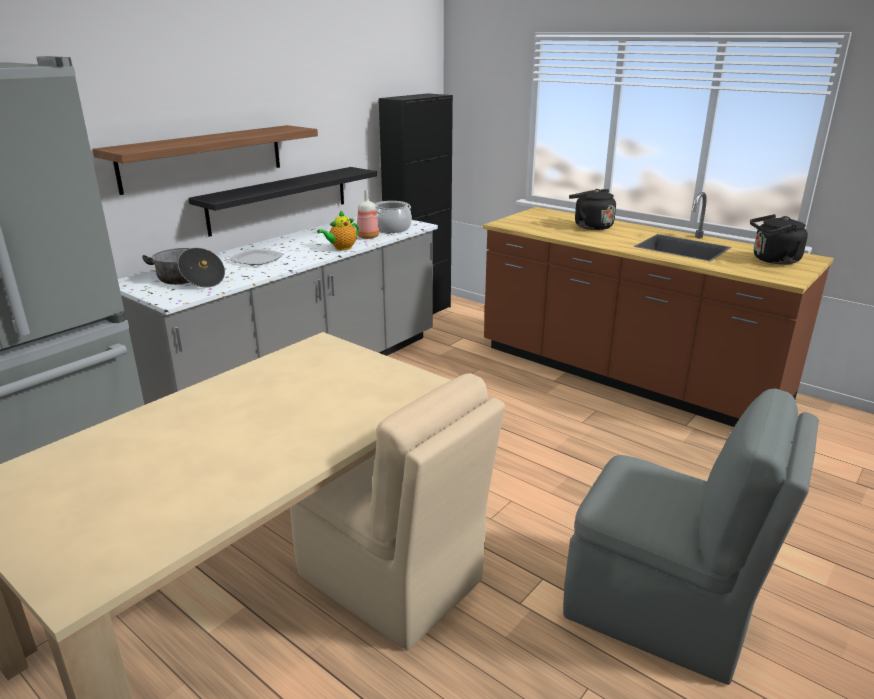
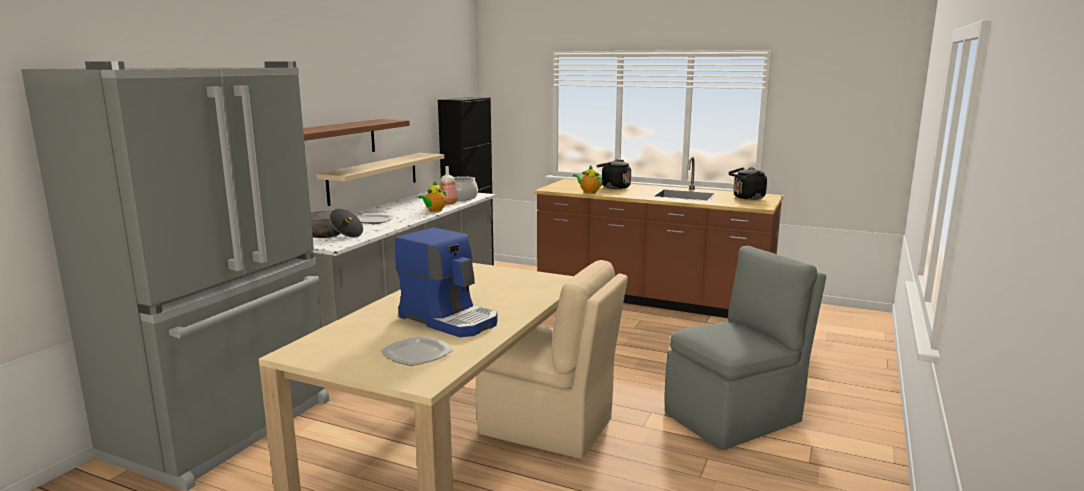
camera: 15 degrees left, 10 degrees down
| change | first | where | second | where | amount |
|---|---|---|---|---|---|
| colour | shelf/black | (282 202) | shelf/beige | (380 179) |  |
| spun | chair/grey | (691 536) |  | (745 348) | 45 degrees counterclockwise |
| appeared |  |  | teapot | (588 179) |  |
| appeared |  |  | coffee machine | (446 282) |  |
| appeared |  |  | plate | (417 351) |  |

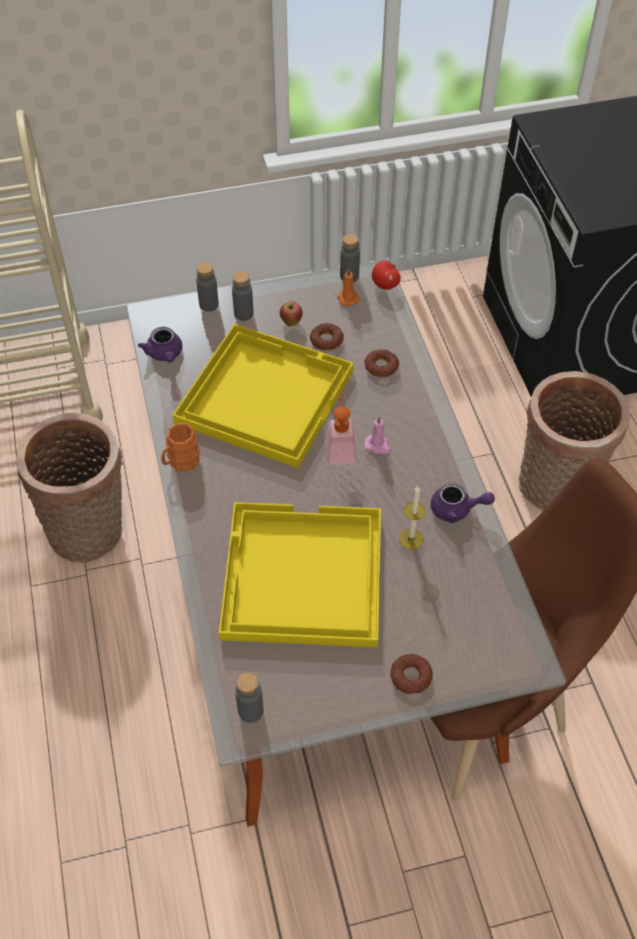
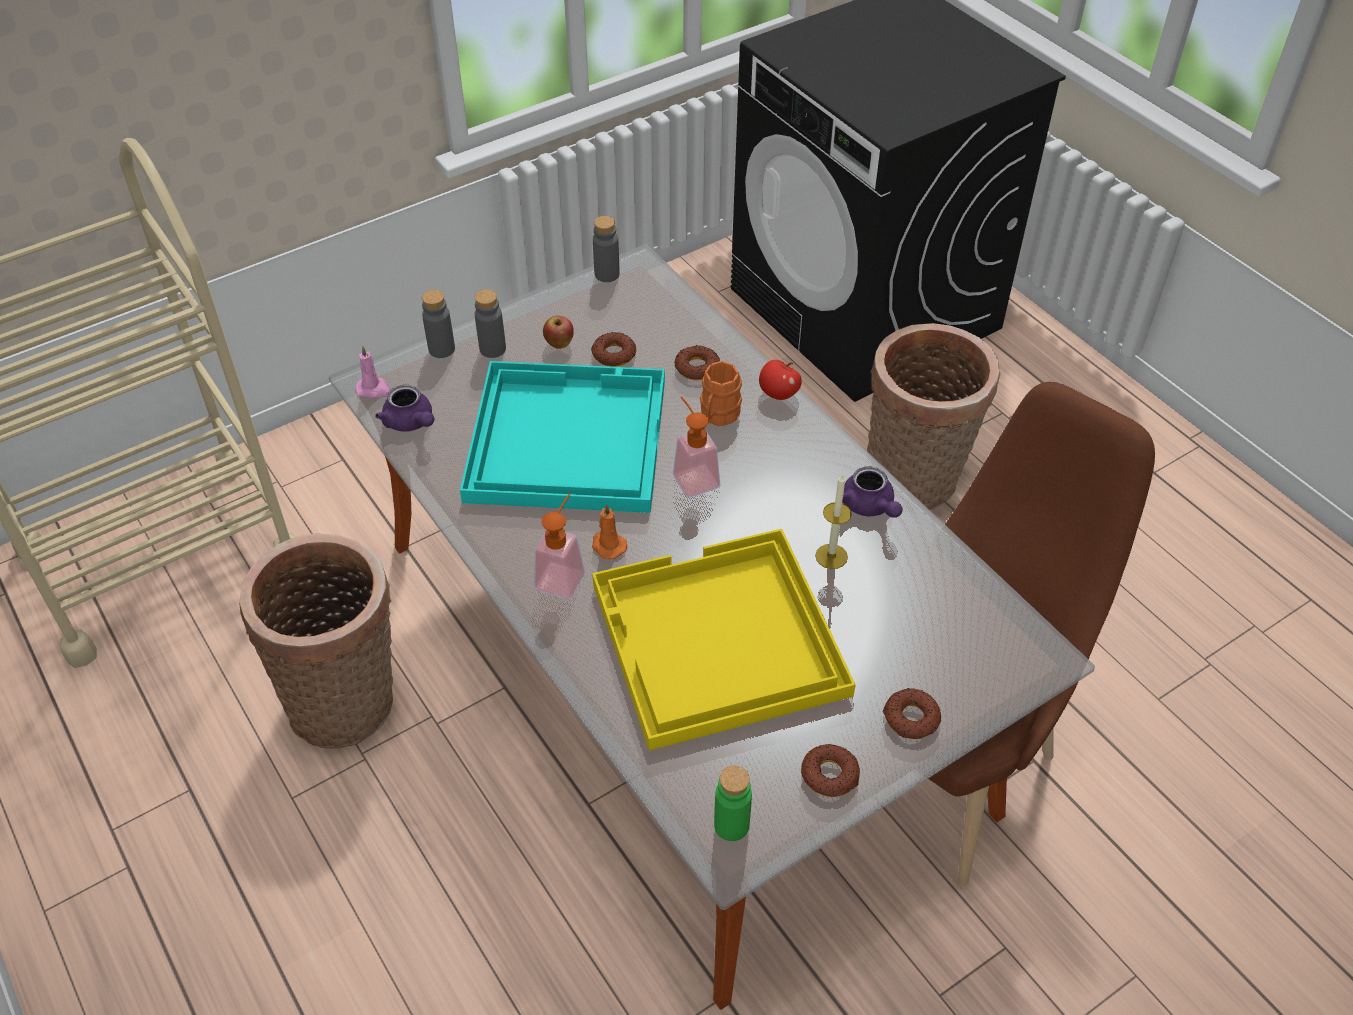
camera: 20 degrees left, 5 degrees down
| change | first | where | second | where | amount |
|---|---|---|---|---|---|
| relocated | apple | (386 275) |  | (780 380) |  |
| relocated | candle/orange | (348 287) |  | (609 531) |  |
| colour | tray/yellow | (262 396) | tray/turquoise | (562 437) |  |
| relocated | candle/pink | (377 435) |  | (373 372) |  |
| relocated | mug/orange | (180 447) |  | (721 393) |  |
| spun | teapot/purple | (463 503) |  | (872 492) | 75 degrees clockwise |
| colour | bottle/grey | (249 698) | bottle/green | (733 803) |  |
| appeared |  |  | soap dispenser | (559 546) |  |
| appeared |  |  | donut | (830 770) |  |

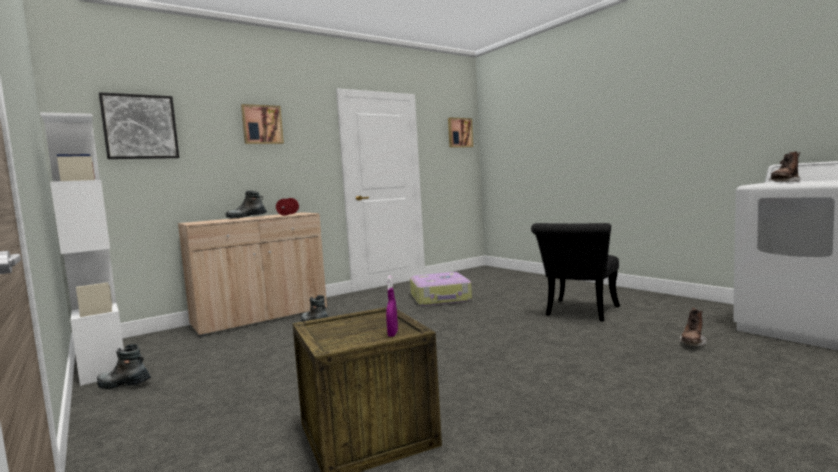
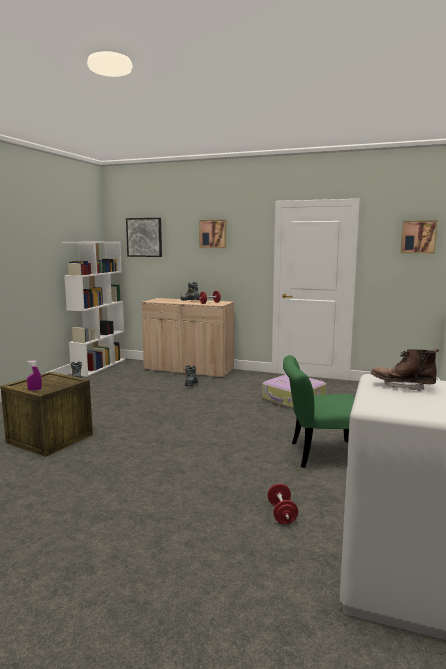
camera: 55 degrees right, 5 degrees up
| change | first | where | second | where | amount |
|---|---|---|---|---|---|
| colour | chair/black | (575 272) | chair/green | (319 411) |  |
| exchanged | boot/brown | (693 327) | dumbbell/red | (282 504) |  |

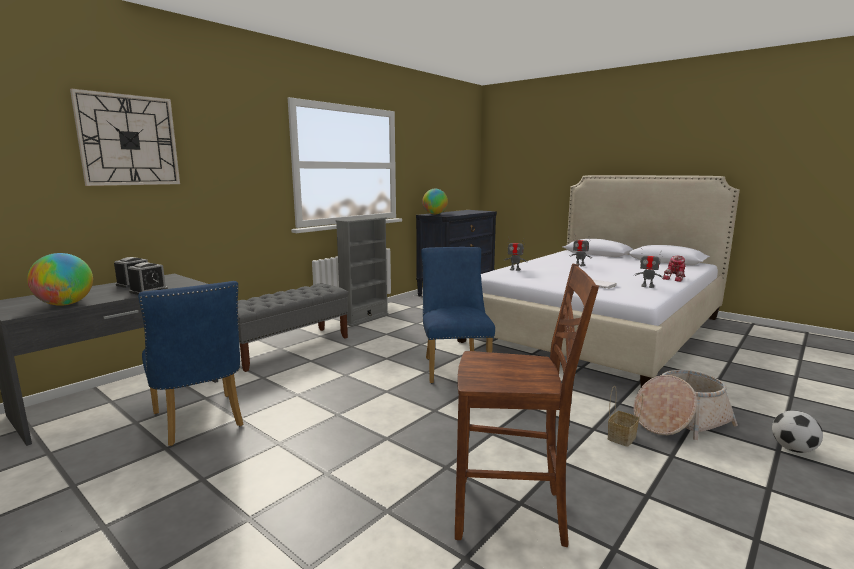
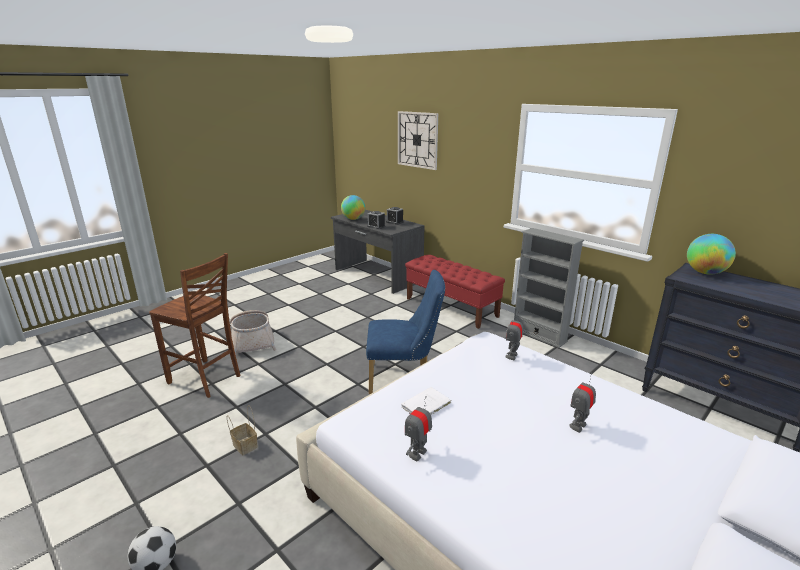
camera: 95 degrees right, 10 degrees up
| change | first | where | second | where | amount |
|---|---|---|---|---|---|
| missing | toy robot | (674 268) |  |  |  |
| spun | chair/brown | (527 405) |  | (194 325) | 75 degrees counterclockwise |
| missing | chair/blue | (190 363) |  |  |  |
| colour | bench/grey | (293 328) | bench/red | (455 292) |  |
| relocated | basket | (685 405) |  | (253 332) |  |

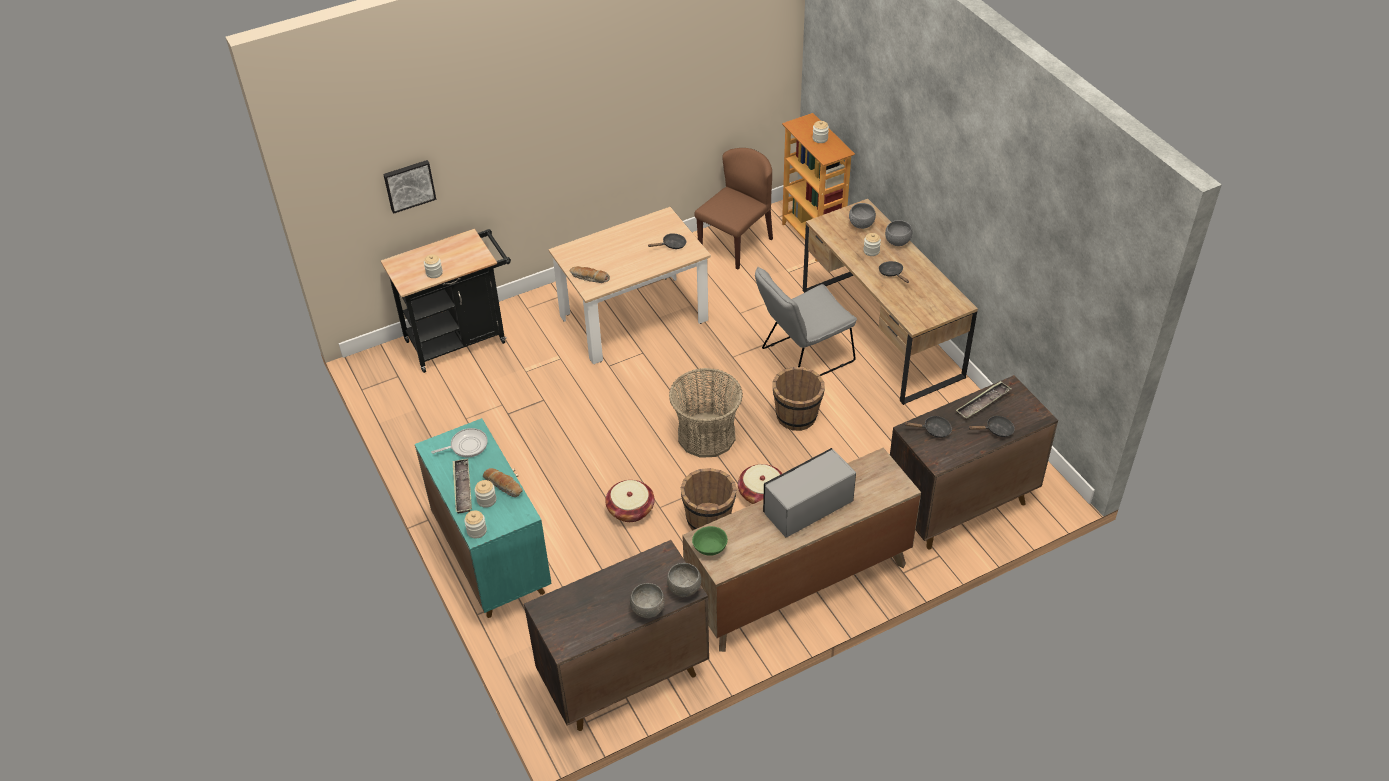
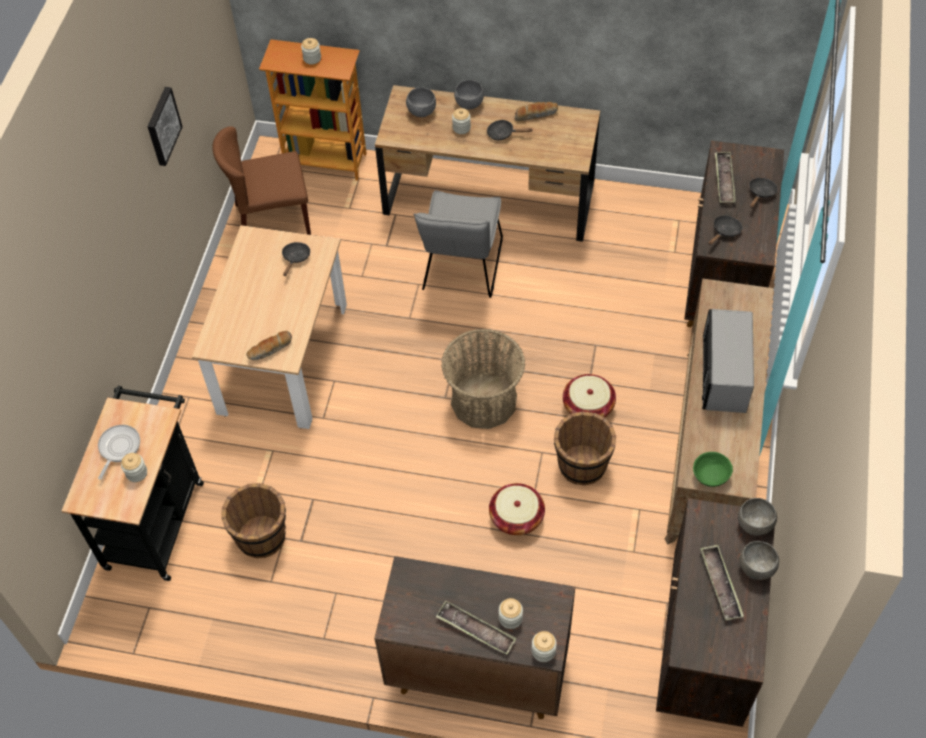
camera: 50 degrees left, 10 degrees up
| change | first | where | second | where | amount |
|---|---|---|---|---|---|
| spun | chair/brown | (733 208) |  | (261 180) | 90 degrees counterclockwise |
| relocated | picture | (409 187) |  | (165 126) |  |
| relocated | bucket/brown | (799 399) |  | (253 520) |  |
| colour | cabinet/turquoise | (483 518) | cabinet/brown | (474 637) |  |
| relocated | frying pan | (459 443) |  | (119 452) |  |
| relocated | bread | (503 482) |  | (536 111) |  |
| appeared |  |  | tray | (722 582) |  |

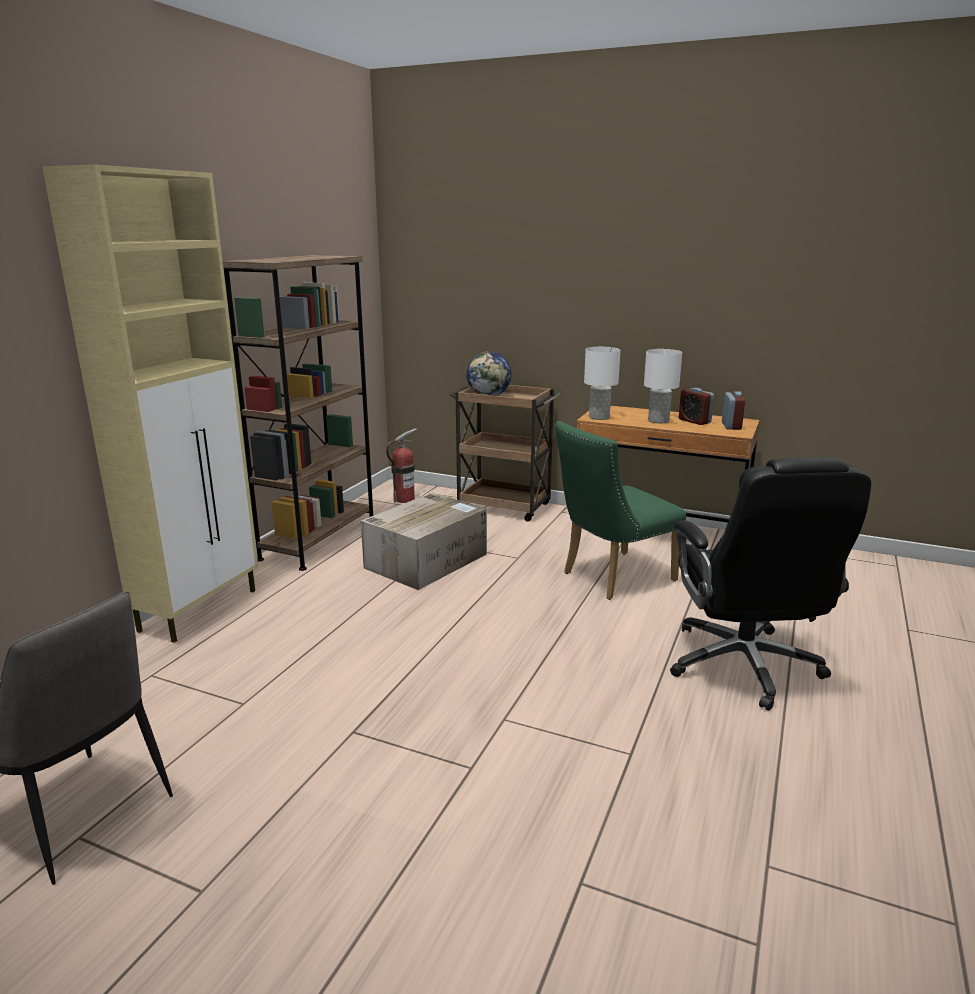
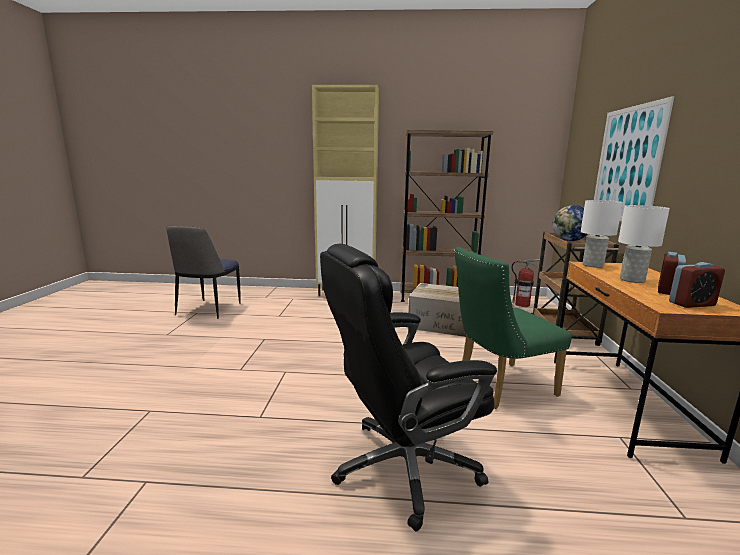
camera: 70 degrees right, 5 degrees down
| change | first | where | second | where | amount |
|---|---|---|---|---|---|
| spun | chair/green | (620 510) |  | (513 328) | 60 degrees counterclockwise |
| appeared |  |  | picture | (634 158) |  |

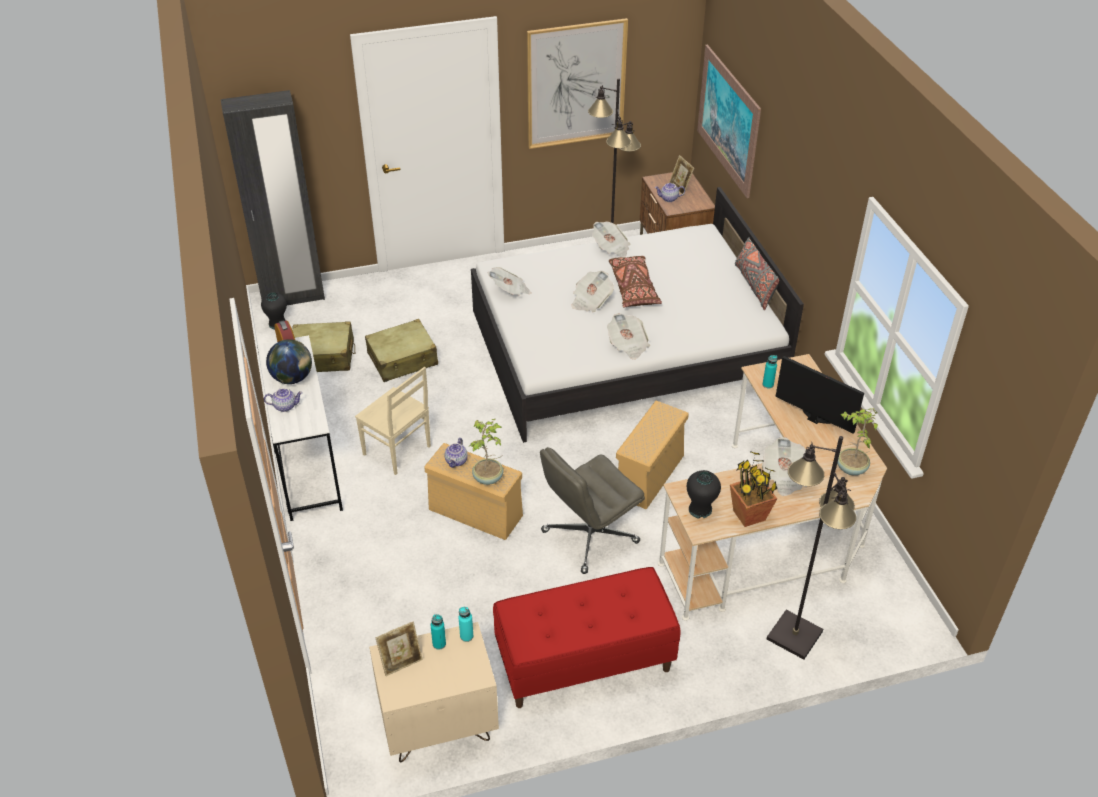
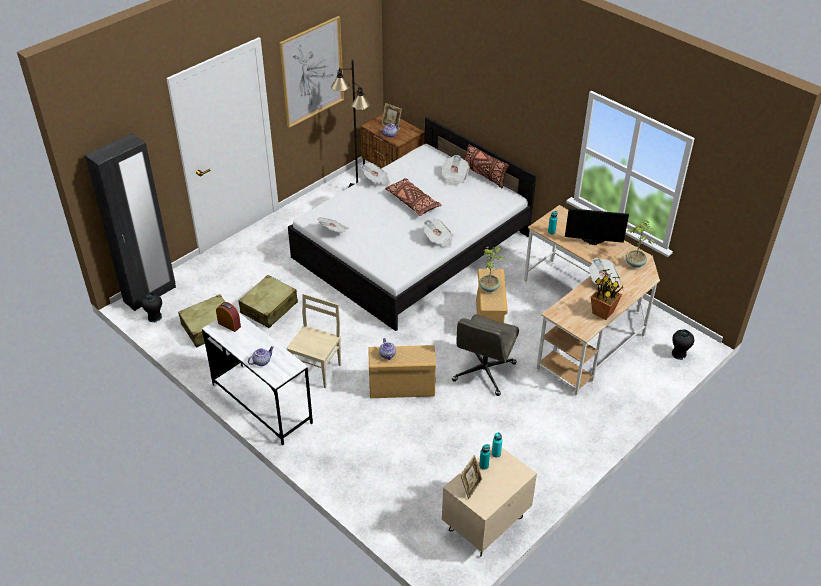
camera: 30 degrees left, 0 degrees up
| change | first | where | second | where | amount |
|---|---|---|---|---|---|
| missing | picture | (729 121) |  |  |  |
| colour | pillow/grey | (757 273) | pillow/brown | (486 166) |  |
| relocated | newspaper | (592 291) |  | (455 170) |  |
| missing | globe | (289 361) |  |  |  |
| spun | chair/beige | (393 421) |  | (313 340) | 75 degrees counterclockwise |
| relocated | potted plant | (487 452) |  | (492 269) |  |
| missing | floor lamp/black | (811 547) |  |  |  |
| relocated | vase/black | (704 494) |  | (683 344) |  |
| missing | bench/red | (587 637) |  |  |  |

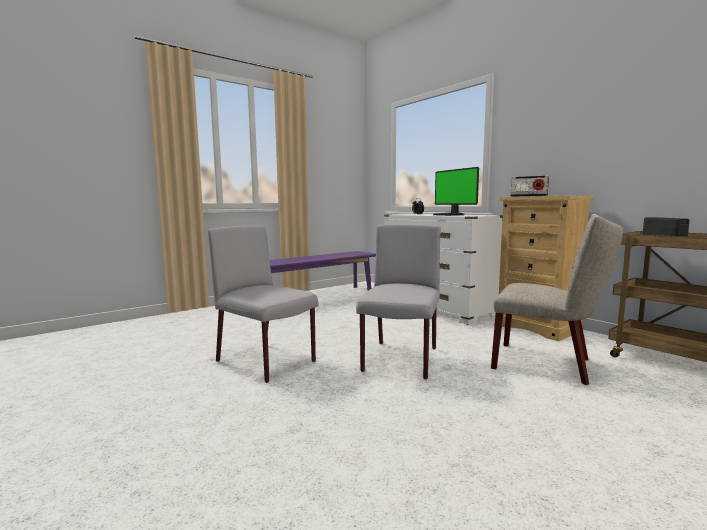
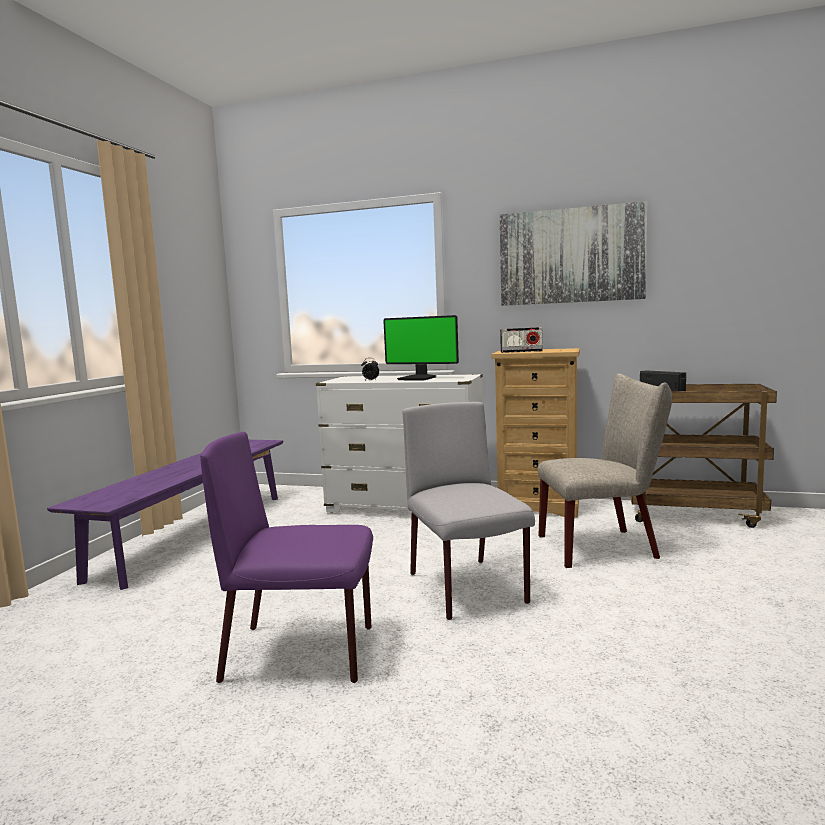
camera: 35 degrees left, 0 degrees up
| change | first | where | second | where | amount |
|---|---|---|---|---|---|
| colour | chair/grey | (263 304) | chair/purple | (286 557) |  |
| appeared |  |  | picture | (573 253) |  |

